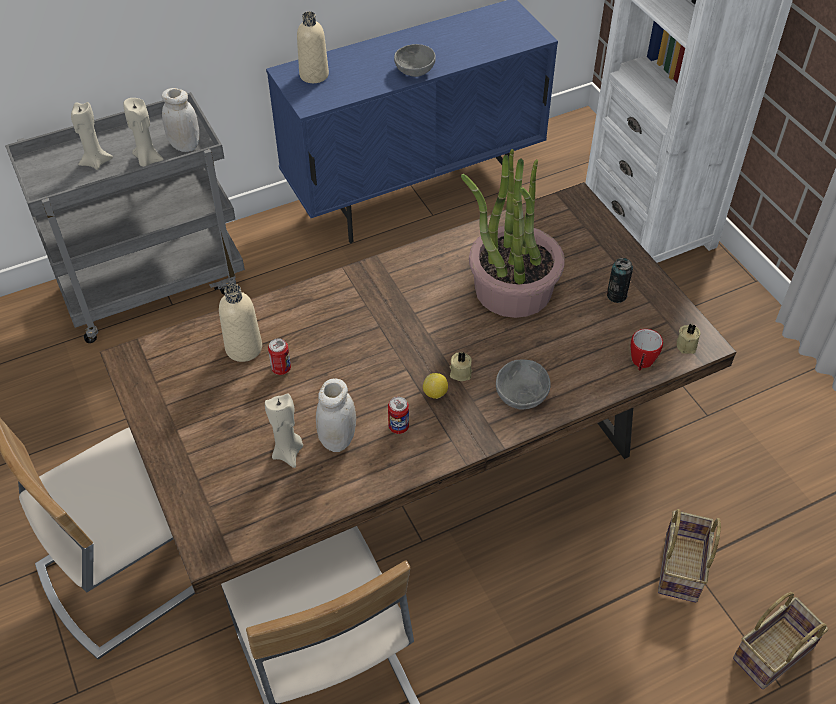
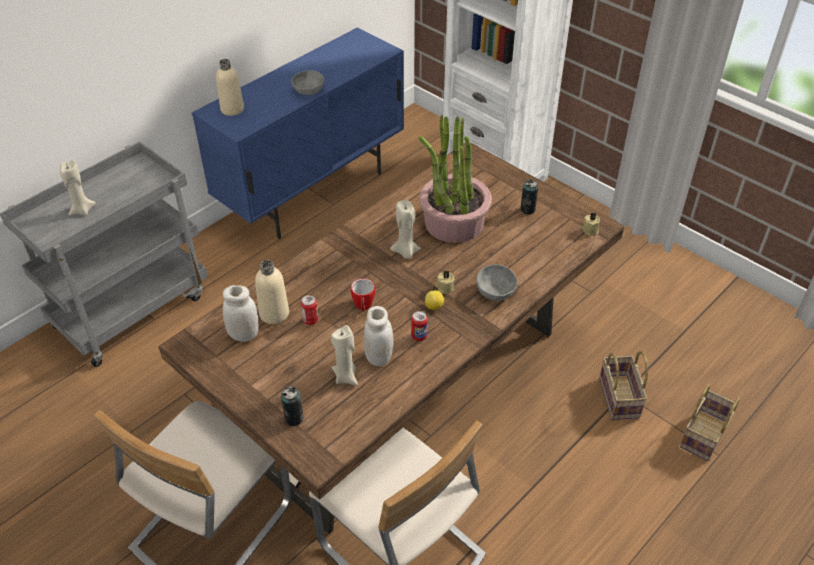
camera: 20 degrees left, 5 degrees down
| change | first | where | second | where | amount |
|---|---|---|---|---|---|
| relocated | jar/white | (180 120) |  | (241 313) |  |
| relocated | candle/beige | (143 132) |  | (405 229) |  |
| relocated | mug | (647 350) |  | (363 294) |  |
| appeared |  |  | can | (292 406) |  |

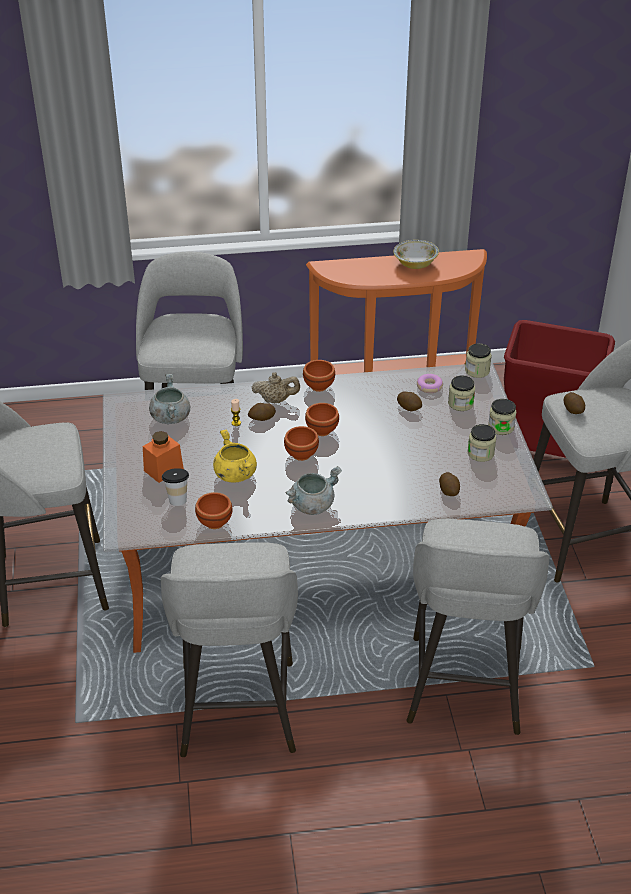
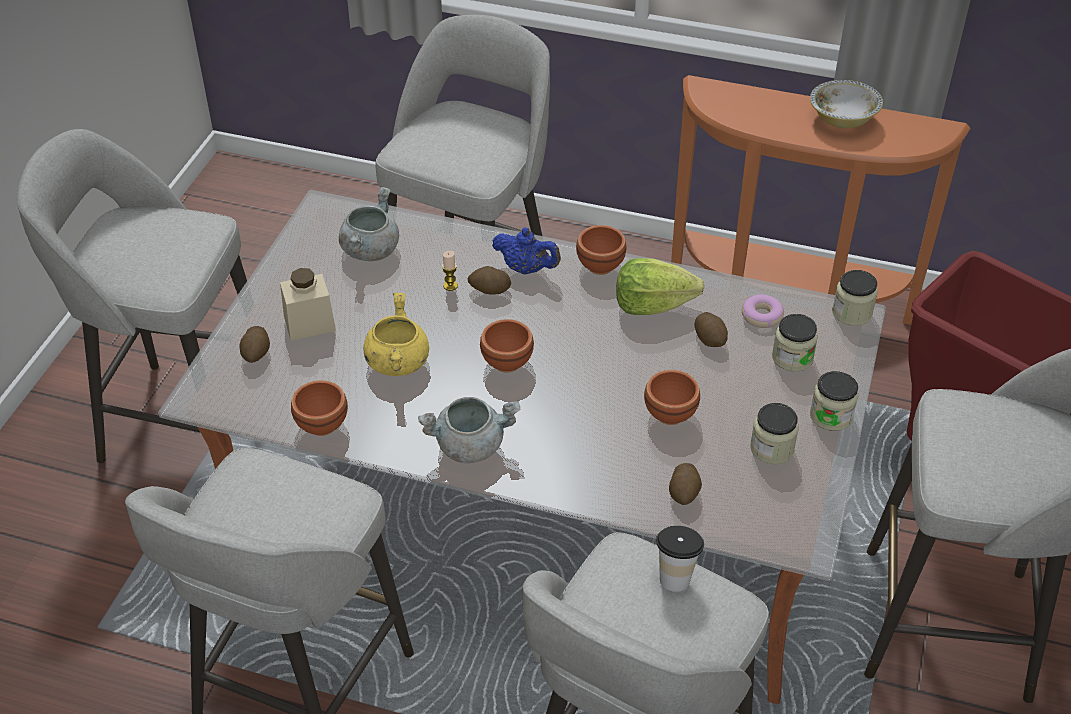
camera: 25 degrees right, 5 degrees up
| change | first | where | second | where | amount |
|---|---|---|---|---|---|
| colour | teapot/beige | (276 387) | teapot/blue | (526 250) |  |
| relocated | potato | (574 403) |  | (254 344) |  |
| relocated | bowl/brown | (322 419) |  | (672 397) |  |
| colour | jar/orange | (163 457) | jar/beige | (308 304) |  |
| relocated | cup | (175 487) |  | (680 559) |  |
| appeared |  |  | lettuce | (660 286) |  |

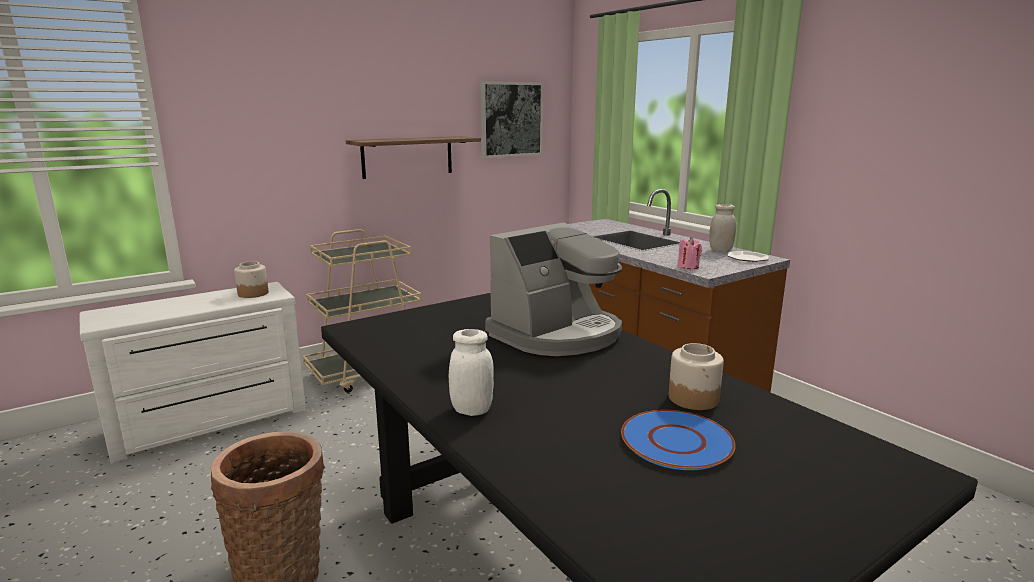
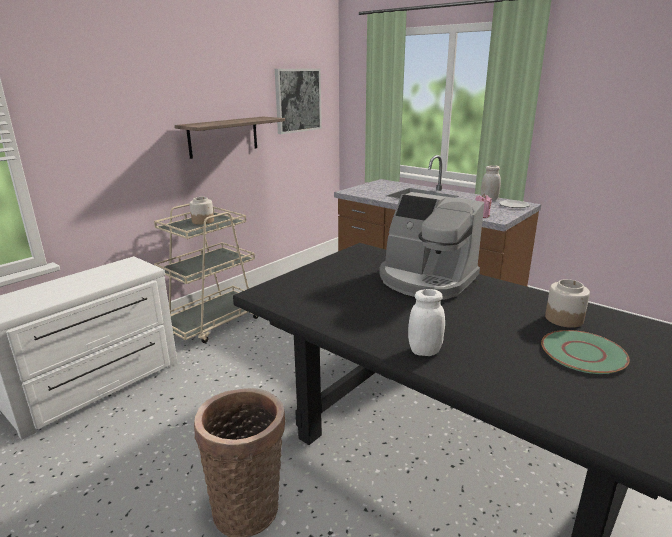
camera: 15 degrees left, 5 degrees up
| change | first | where | second | where | amount |
|---|---|---|---|---|---|
| spun | coffee machine | (553 289) |  | (431 246) | 90 degrees clockwise |
| relocated | jar | (251 279) |  | (202 211) |  |
| colour | plate/blue | (678 440) | plate/green | (585 352) |  |

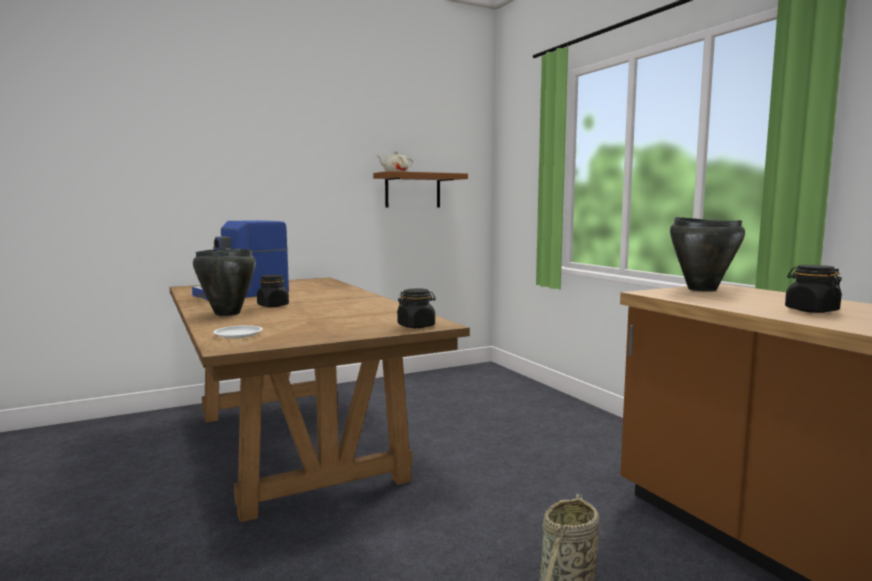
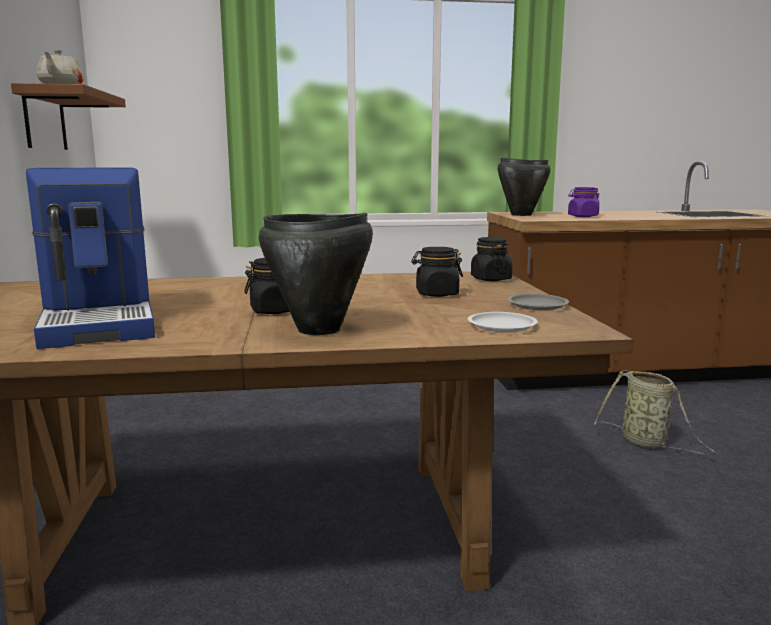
camera: 70 degrees left, 5 degrees up
| change | first | where | second | where | amount |
|---|---|---|---|---|---|
| relocated | jar/black | (813 289) |  | (437 272) |  |
| appeared |  |  | jar/purple | (584 202) |  |
| appeared |  |  | plate/grey | (538 302) |  |

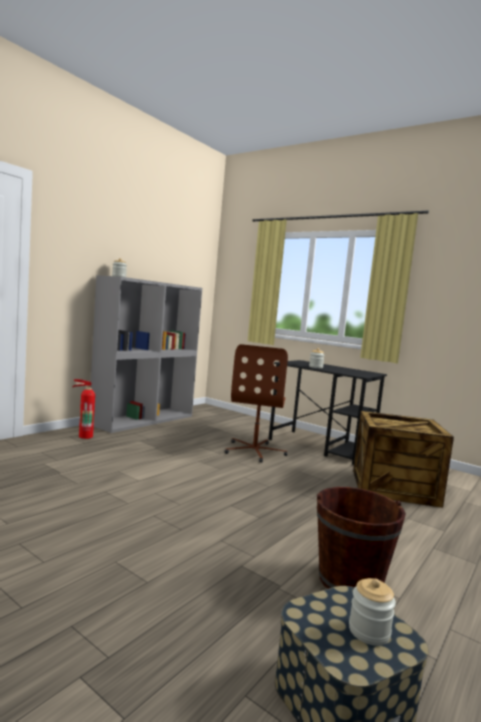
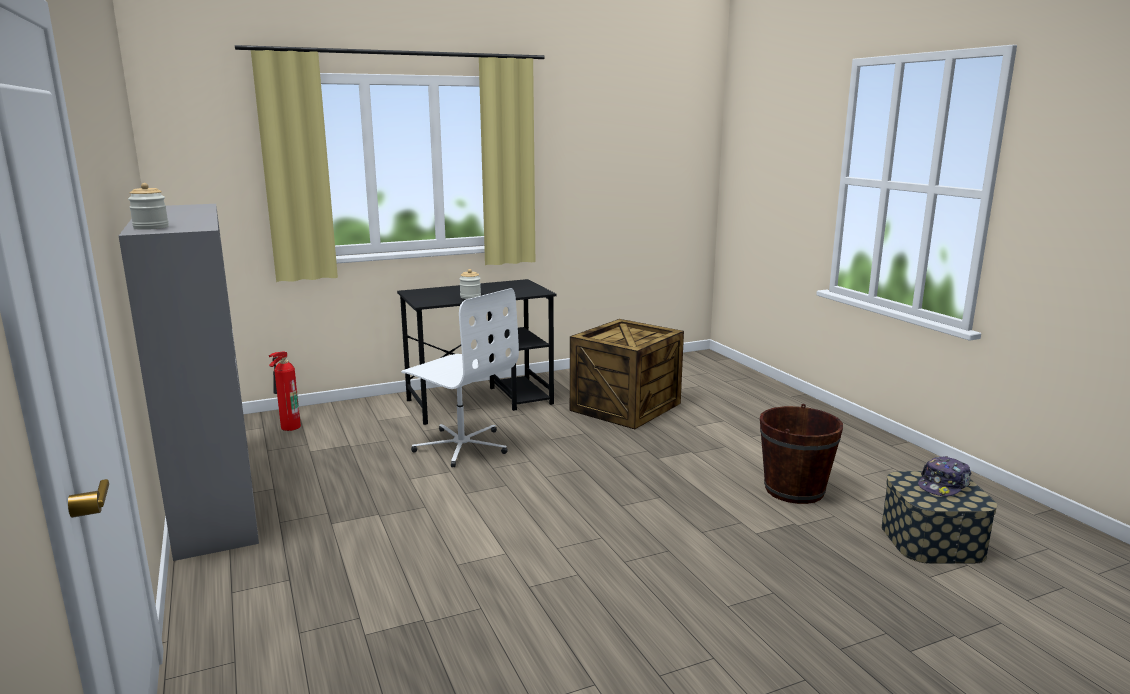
camera: 60 degrees left, 10 degrees up
| change | first | where | second | where | amount |
|---|---|---|---|---|---|
| colour | office chair/brown | (256 403) | office chair/white | (460 377) |  |
| relocated | fire extinguisher | (83 409) |  | (285 391) |  |
| exchanged | jar | (372 612) | cap | (944 476) |  |

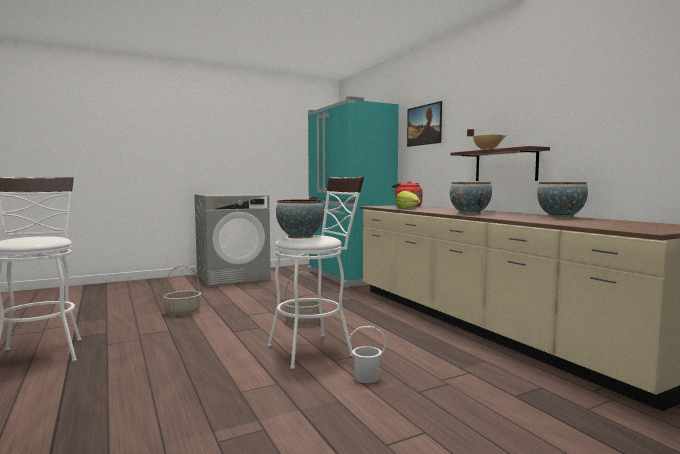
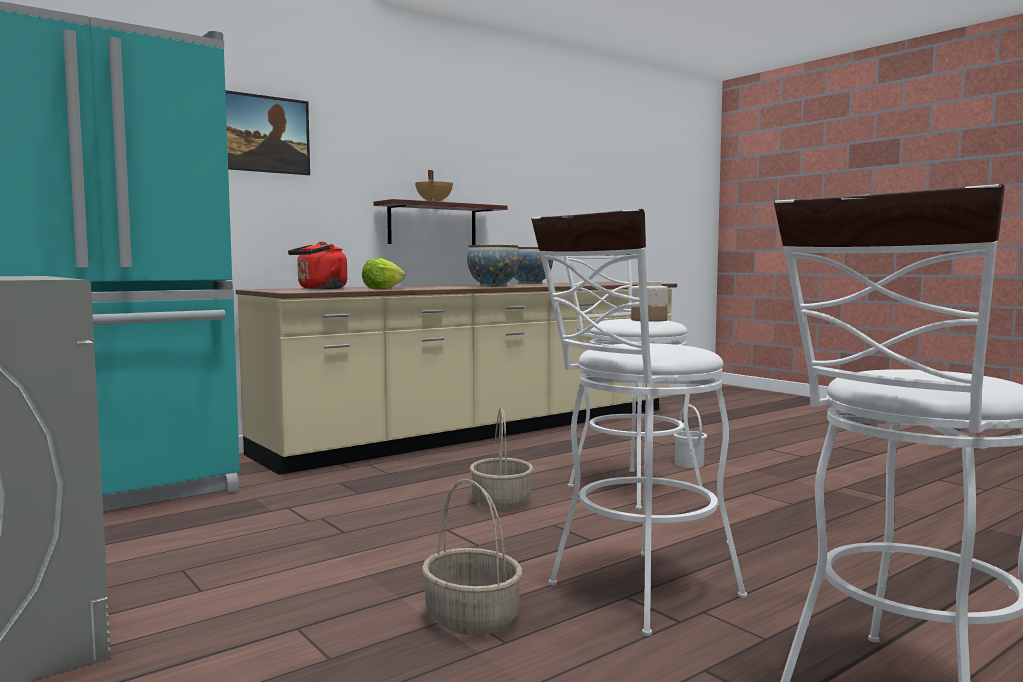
camera: 100 degrees left, 0 degrees up
| change | first | where | second | where | amount |
|---|---|---|---|---|---|
| exchanged | bowl | (300 219) | jar | (649 301) |  |
| appeared |  |  | stool/white | (639 422) |  |

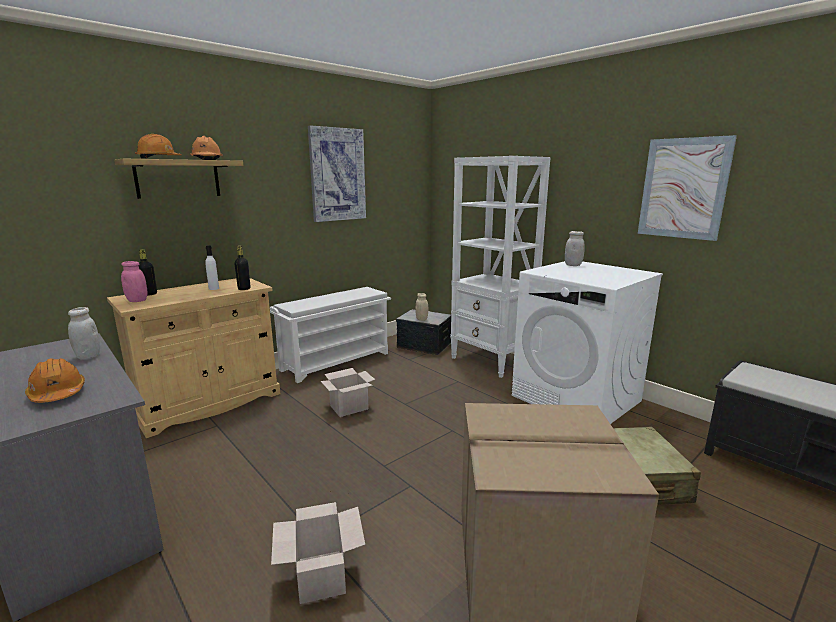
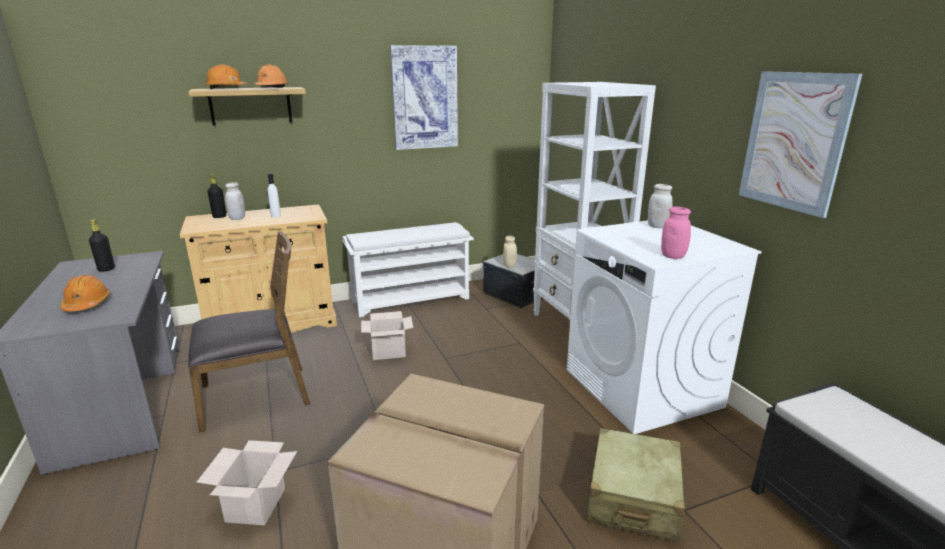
camera: 20 degrees right, 5 degrees up
| change | first | where | second | where | amount |
|---|---|---|---|---|---|
| relocated | bottle/black | (242 268) |  | (102 246) |  |
| relocated | jar/pink | (134 281) |  | (676 233) |  |
| relocated | jar/white | (84 333) |  | (235 201) |  |
| appeared |  |  | chair/brown | (249 331) |  |

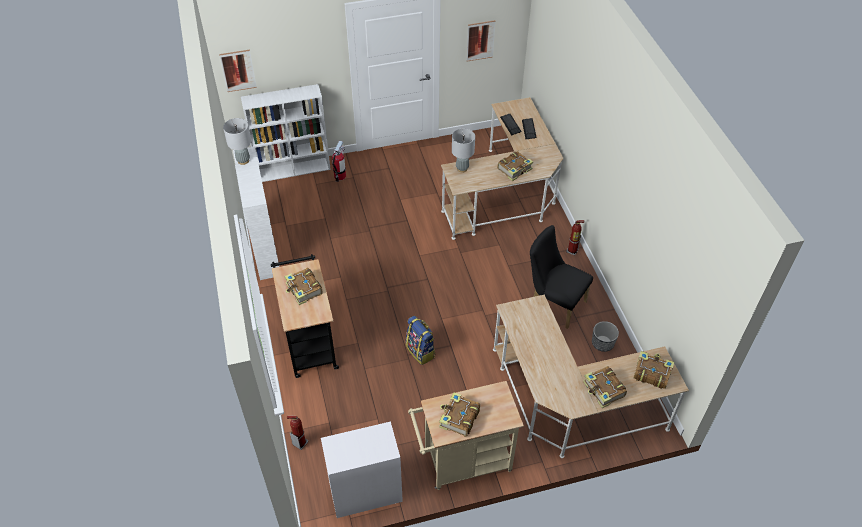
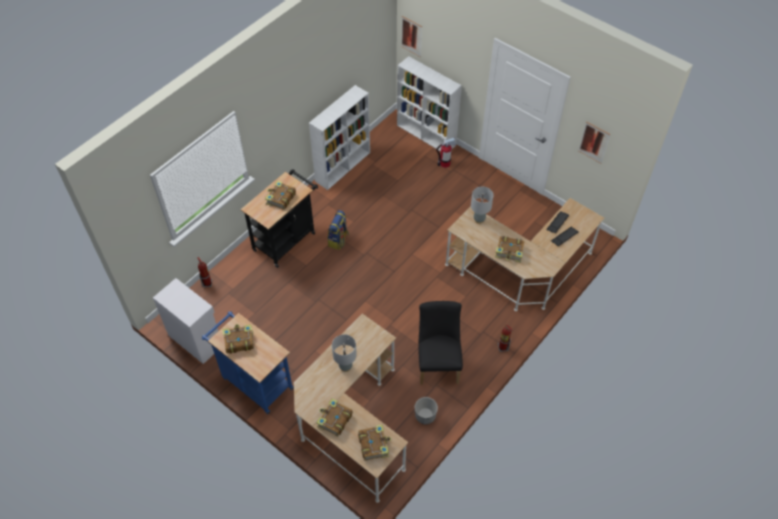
camera: 55 degrees right, 5 degrees up
| change | first | where | second | where | amount |
|---|---|---|---|---|---|
| relocated | table lamp/grey | (237 141) |  | (344 353) |  |
| relocated | backpack | (420 340) |  | (338 230) |  |
| colour | cart/beige | (466 435) | cart/blue | (248 363) |  |

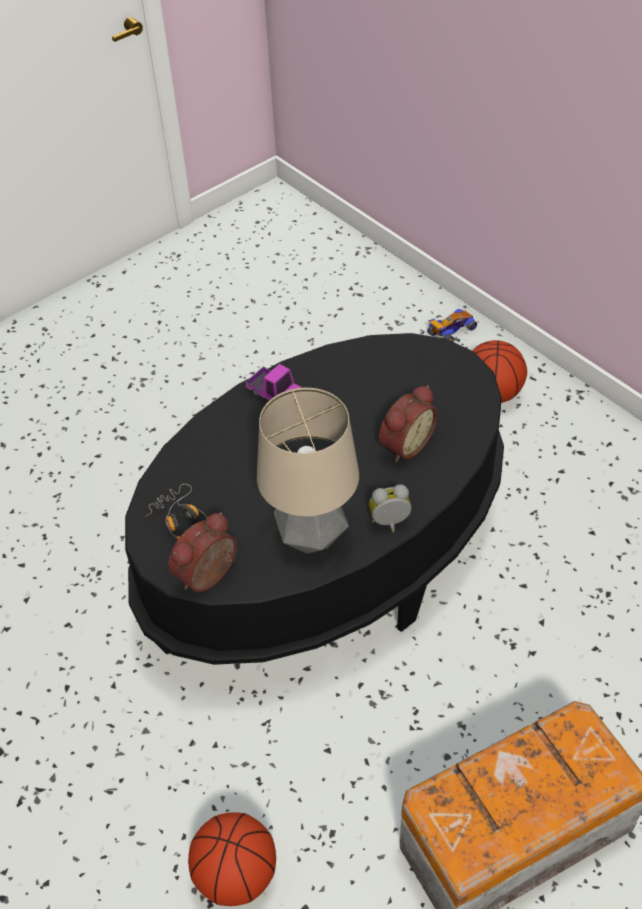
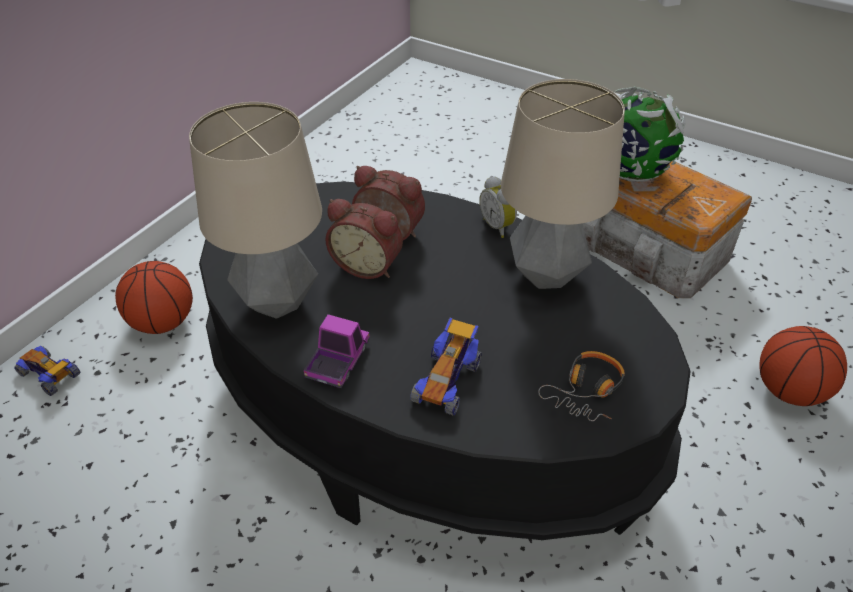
camera: 110 degrees left, 5 degrees down
| change | first | where | second | where | amount |
|---|---|---|---|---|---|
| relocated | alarm clock | (203 552) |  | (364 239) |  |
| appeared |  |  | globe | (650 134) |  |
| appeared |  |  | table lamp | (255 210) |  |
| appeared |  |  | toy car | (446 366) |  |

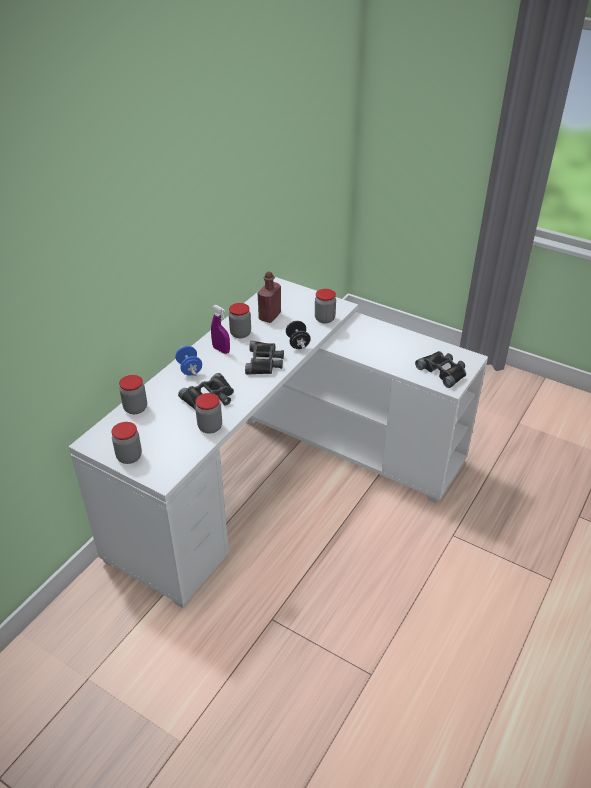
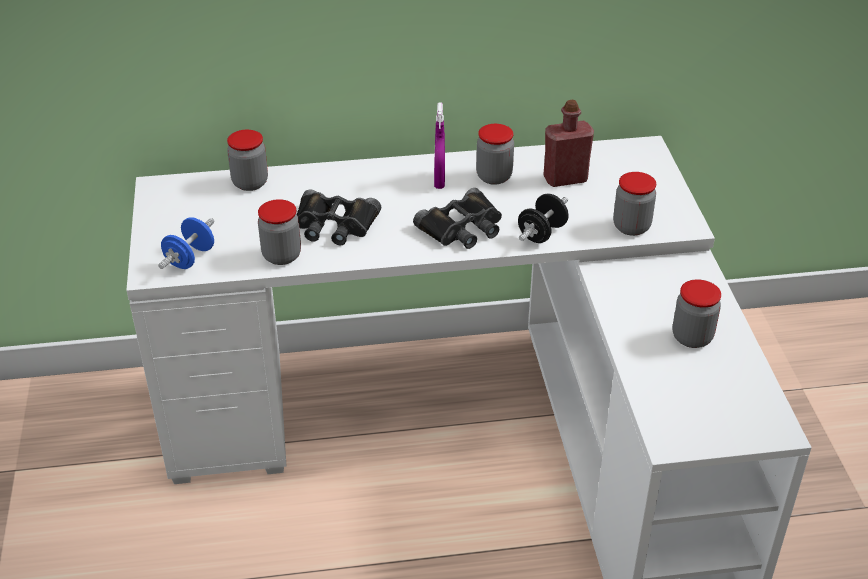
camera: 50 degrees right, 0 degrees up
| change | first | where | second | where | amount |
|---|---|---|---|---|---|
| relocated | dumbbell/blue | (188 361) |  | (186 243) |  |
| missing | binoculars/black | (440 369) |  |  |  |
| relocated | jar | (126 443) |  | (697 313) |  |

